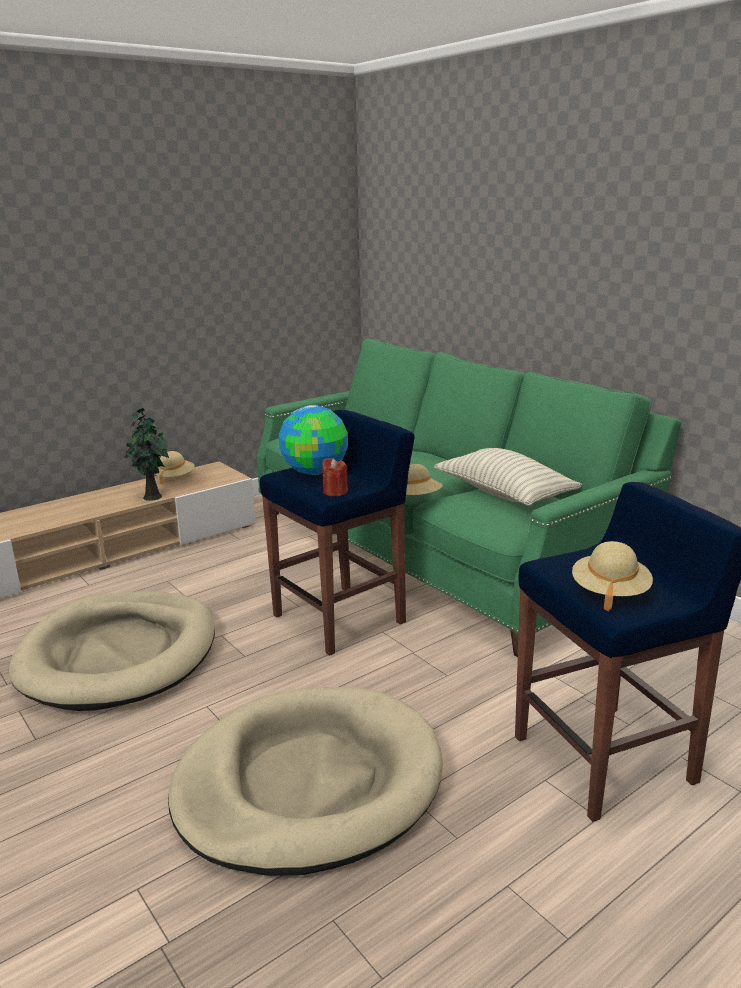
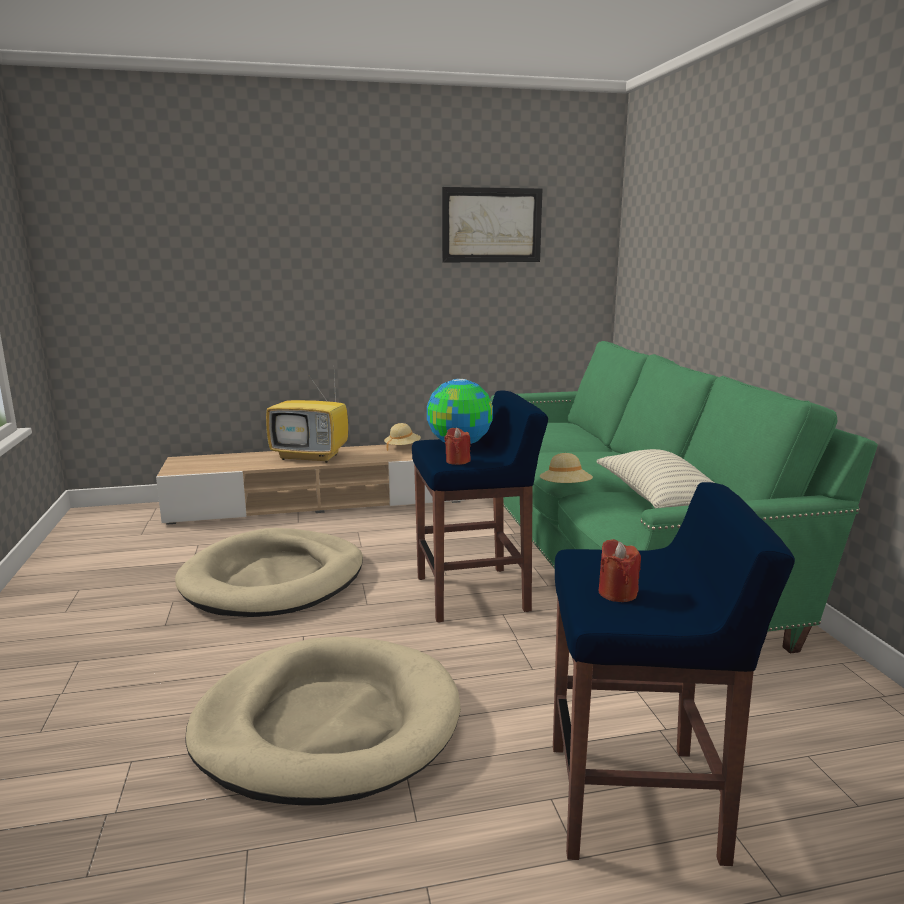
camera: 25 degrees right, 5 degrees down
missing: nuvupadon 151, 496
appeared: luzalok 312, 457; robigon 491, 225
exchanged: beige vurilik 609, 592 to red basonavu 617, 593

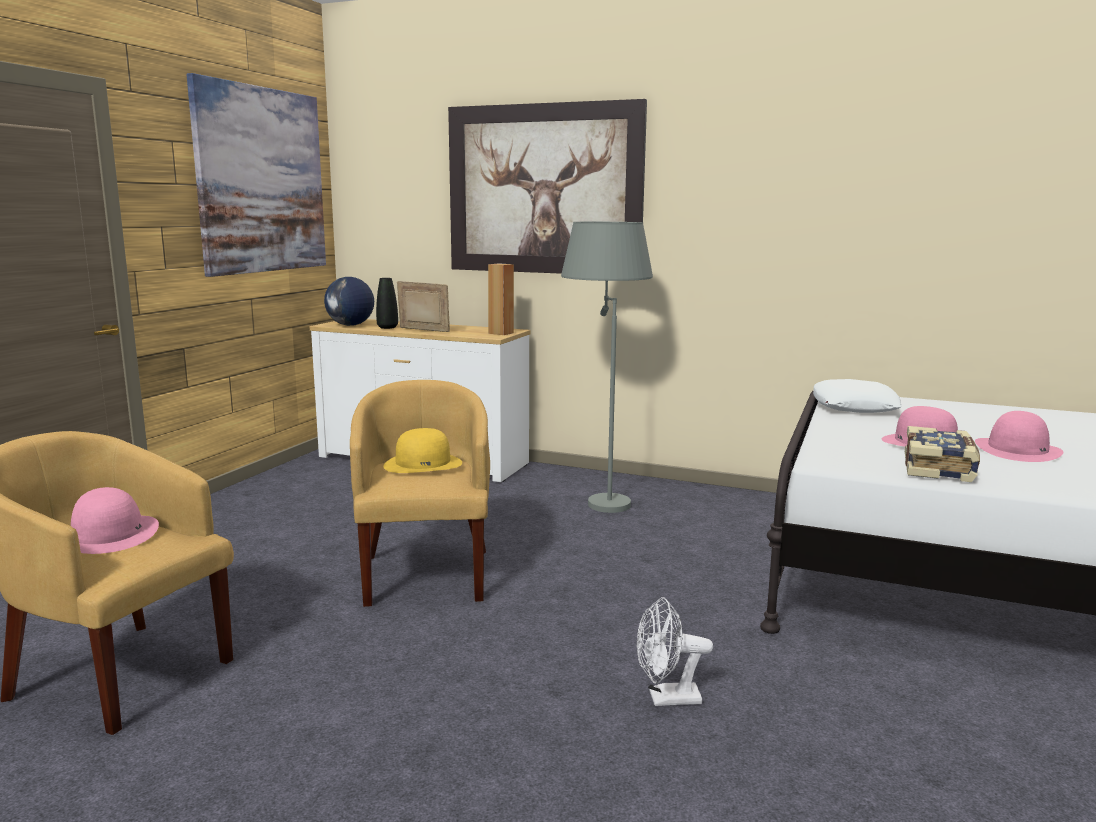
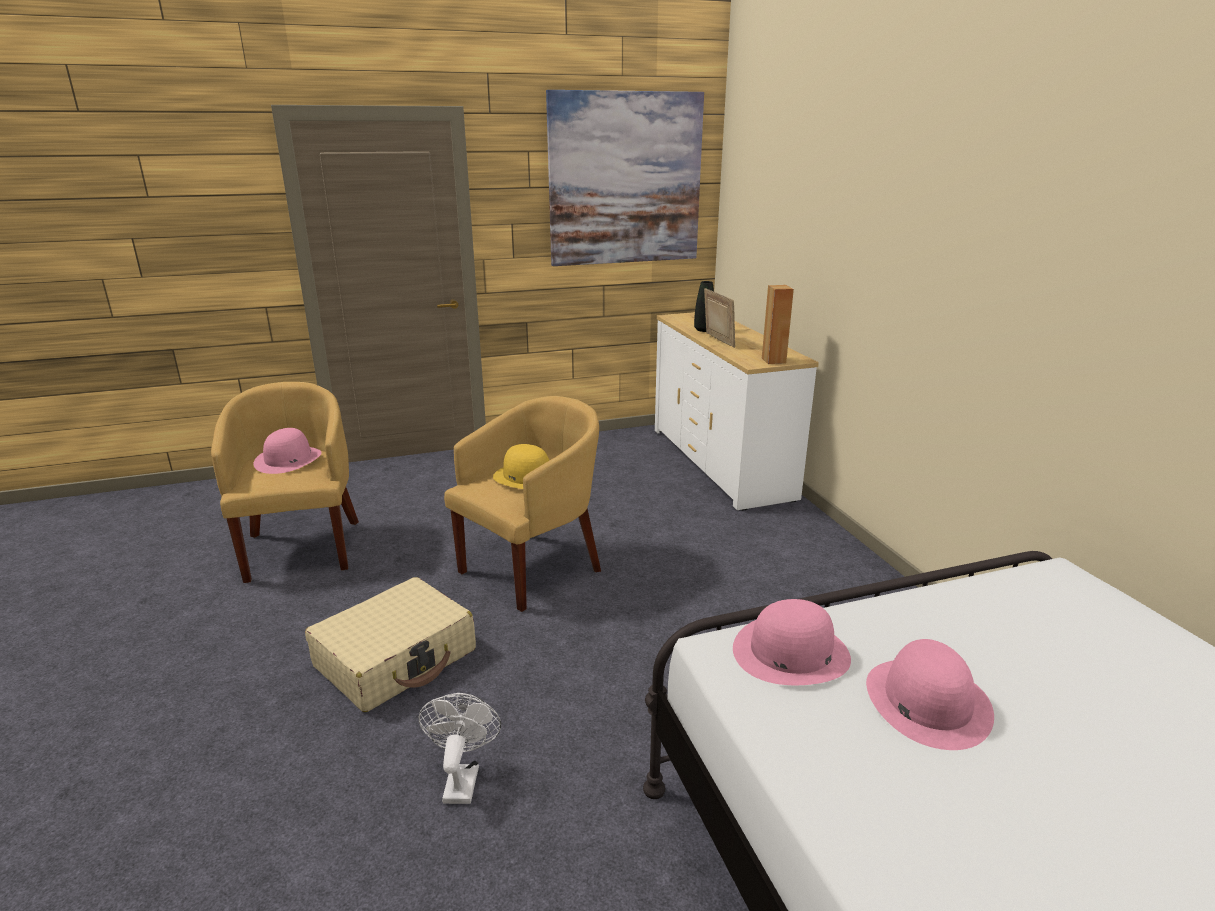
camera: 50 degrees right, 10 degrees up
missing: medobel 350, 325; robigon 544, 190; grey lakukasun 601, 497; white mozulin 854, 406; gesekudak 940, 469
appeared: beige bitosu 396, 658
relocated: pink vurilik 1017, 450 to 790, 652
spun: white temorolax 666, 699 = 462, 778 45 degrees clockwise

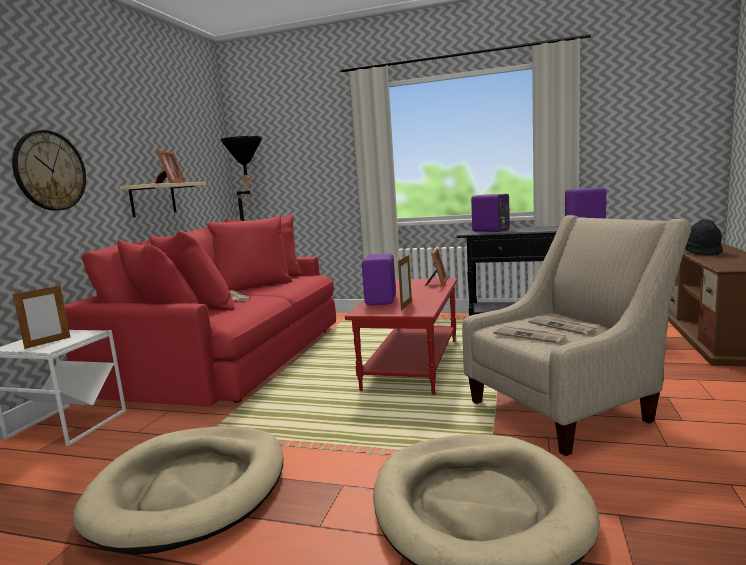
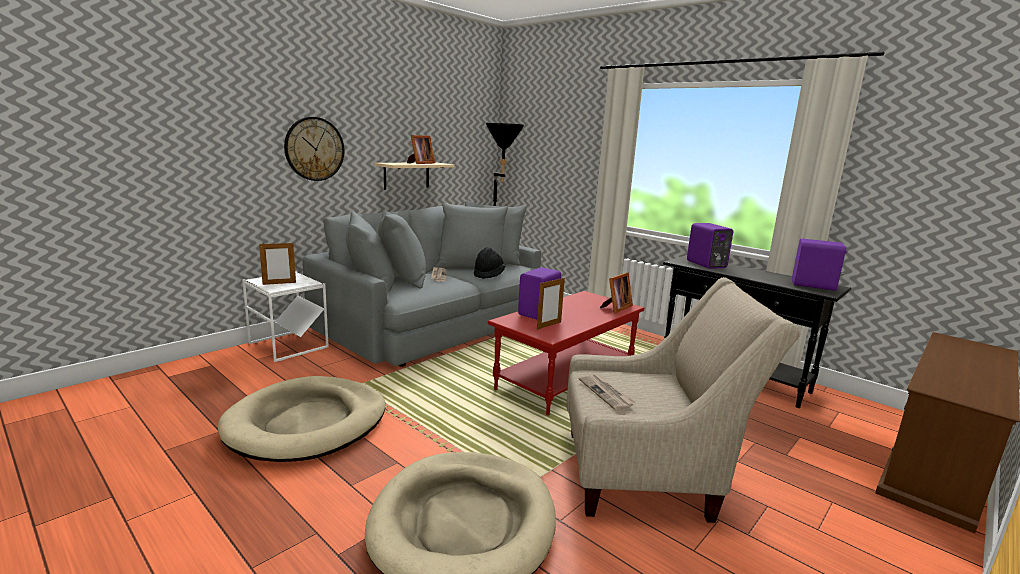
camera: 25 degrees right, 5 degrees up
missing: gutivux 563, 326
relocated: black vurilik 700, 252 to 489, 274
colour: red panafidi 230, 358 to grey panafidi 434, 324

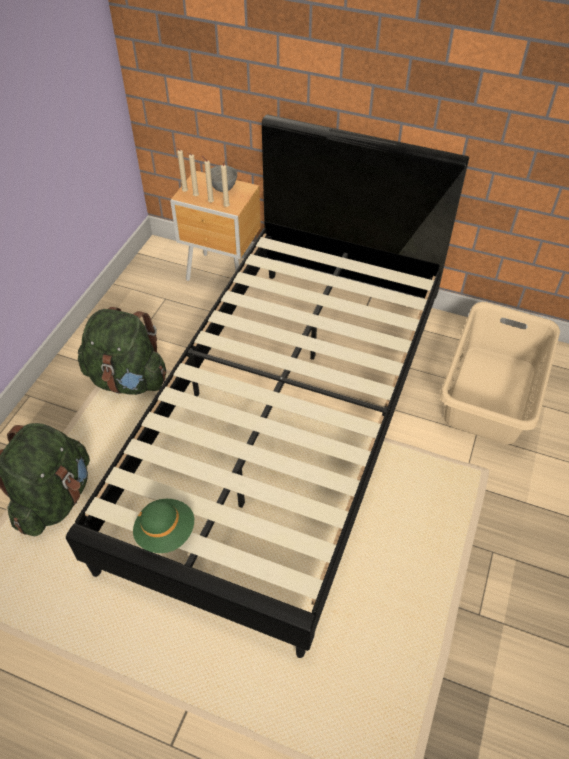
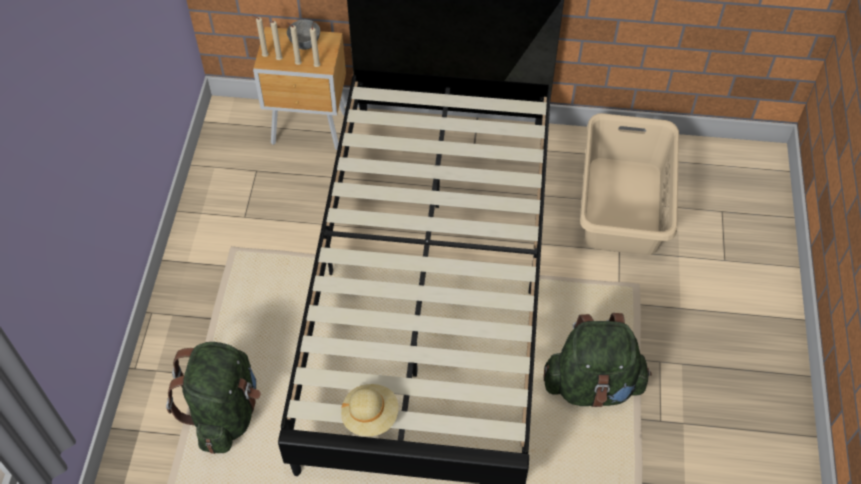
camera: 15 degrees left, 5 degrees up
relocated: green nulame 128, 379 to 592, 385
colour: green vurilik 166, 532 to beige vurilik 370, 416

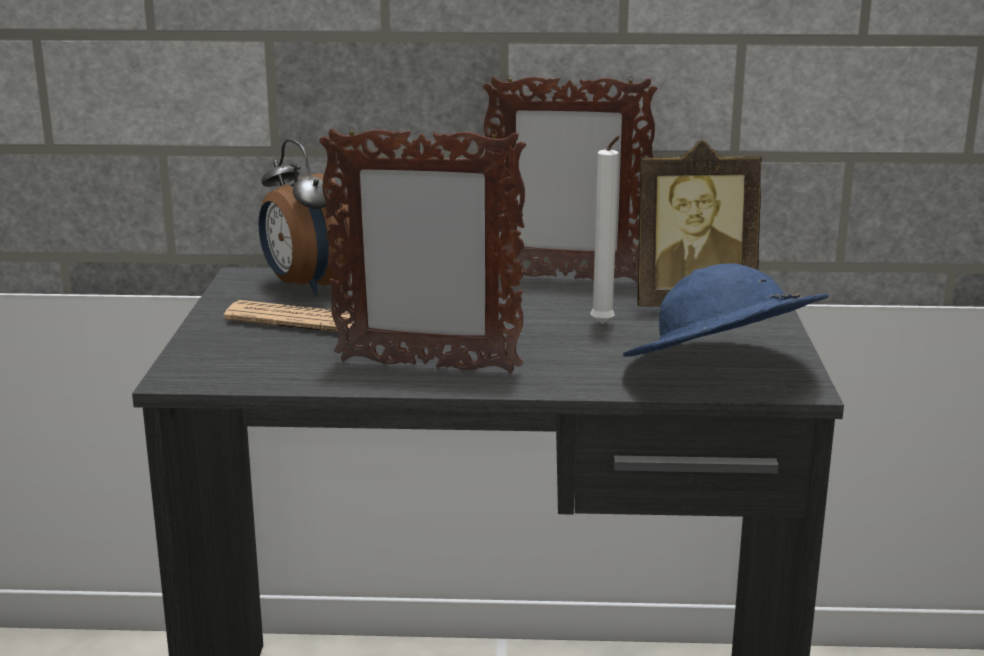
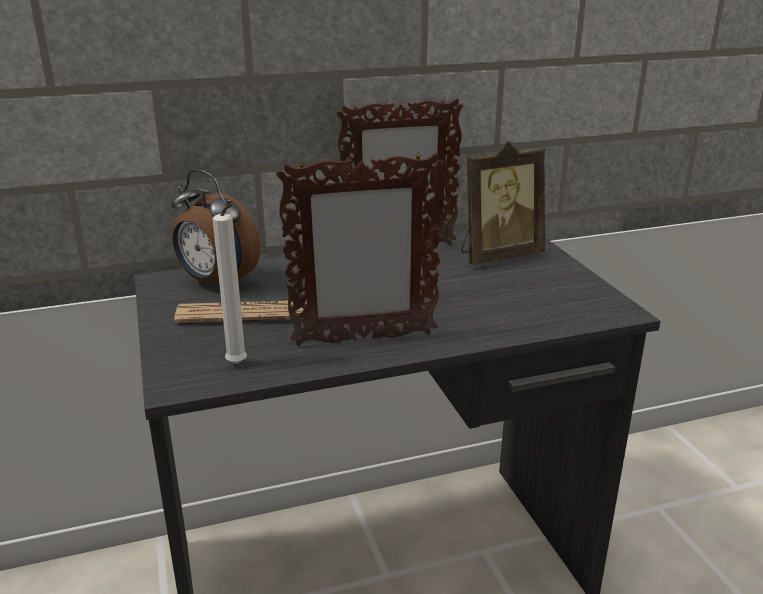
camera: 20 degrees left, 5 degrees up
missing: blue vurilik 720, 375
relocated: white basonavu 603, 325 to 238, 365

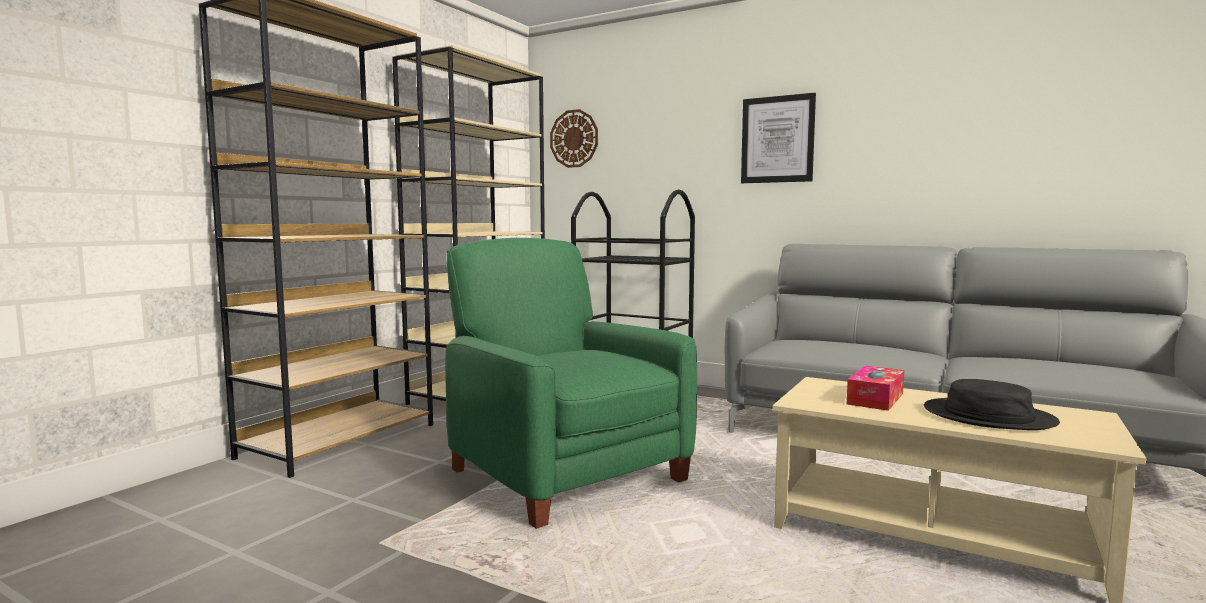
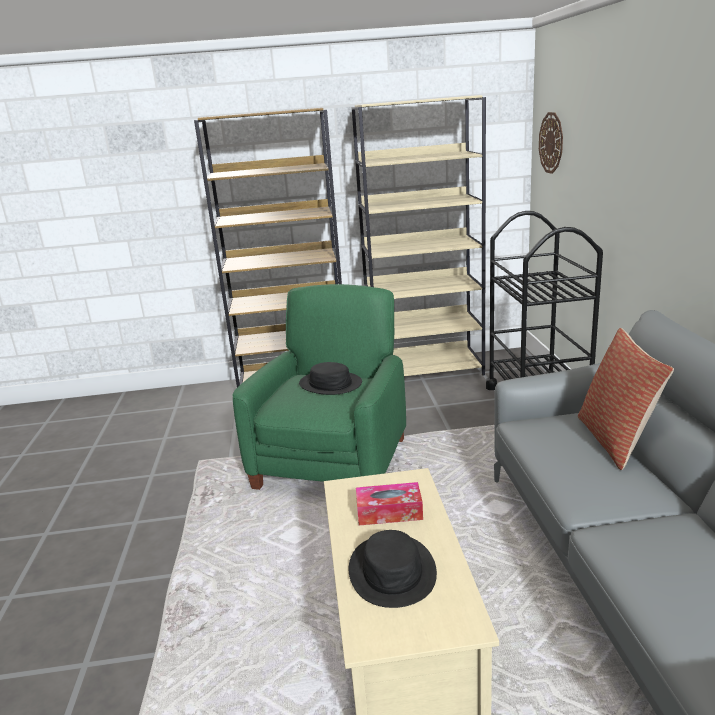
camera: 55 degrees right, 15 degrees up
missing: robigon 777, 139
appeared: black vurilik 330, 384; mozulin 616, 440

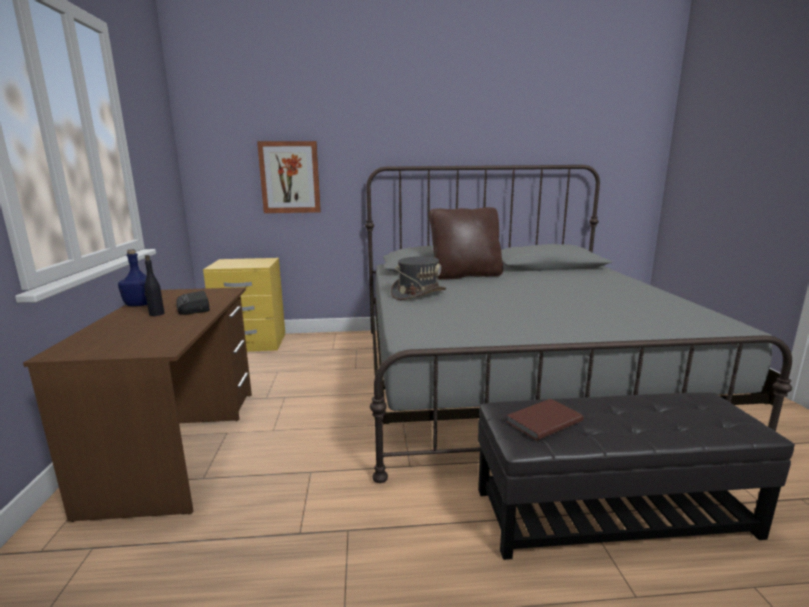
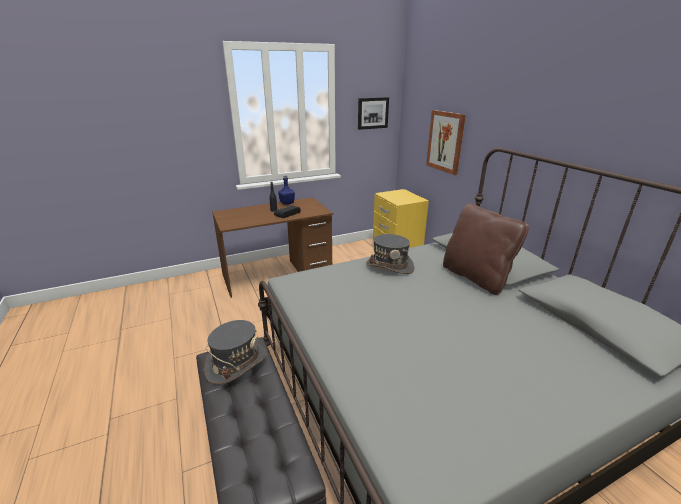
camera: 70 degrees right, 10 degrees up
appeared: robigon 372, 113
exchanged: brown gesekudak 542, 421 to grey vurilik 236, 363

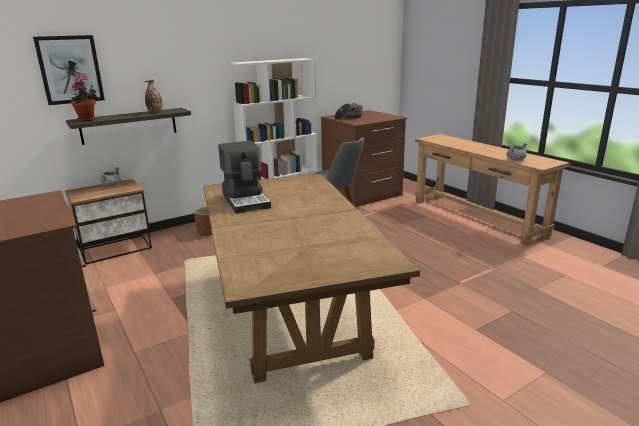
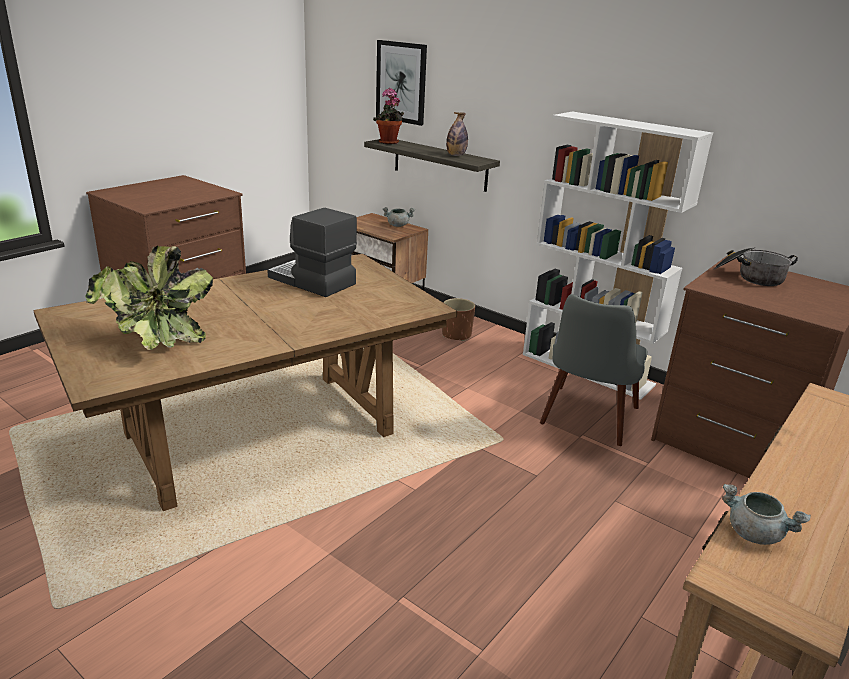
camera: 70 degrees right, 5 degrees up
appeared: nuvupadon 153, 341
spun: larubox 246, 200 = 312, 281 75 degrees clockwise

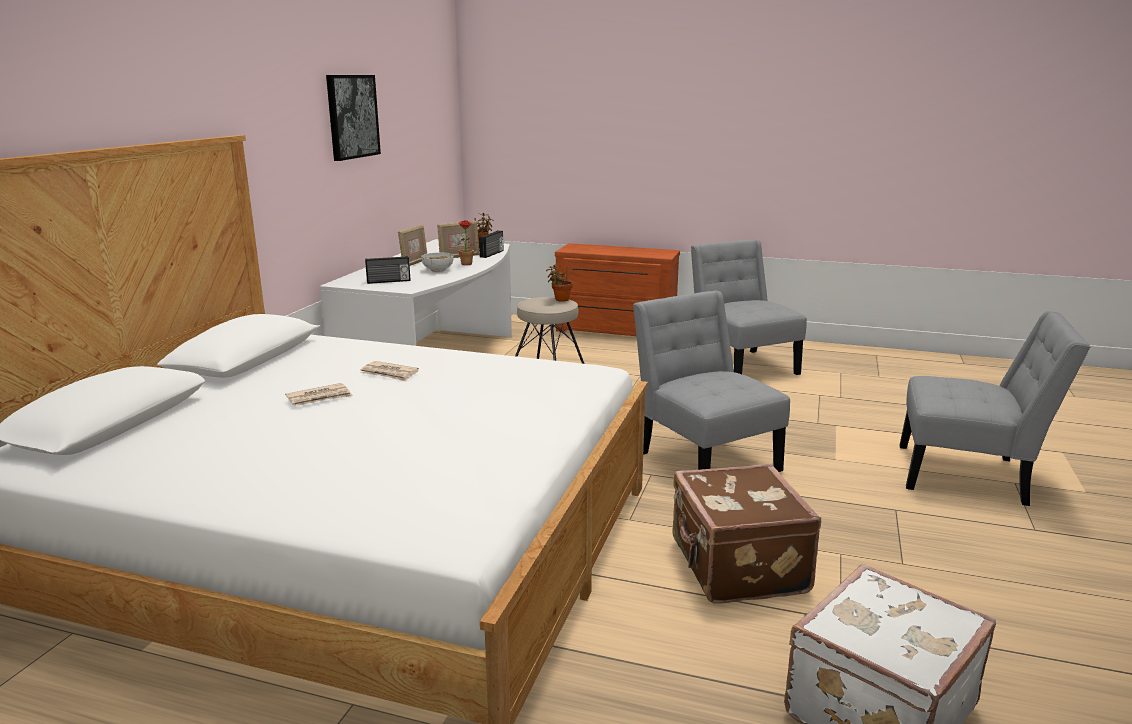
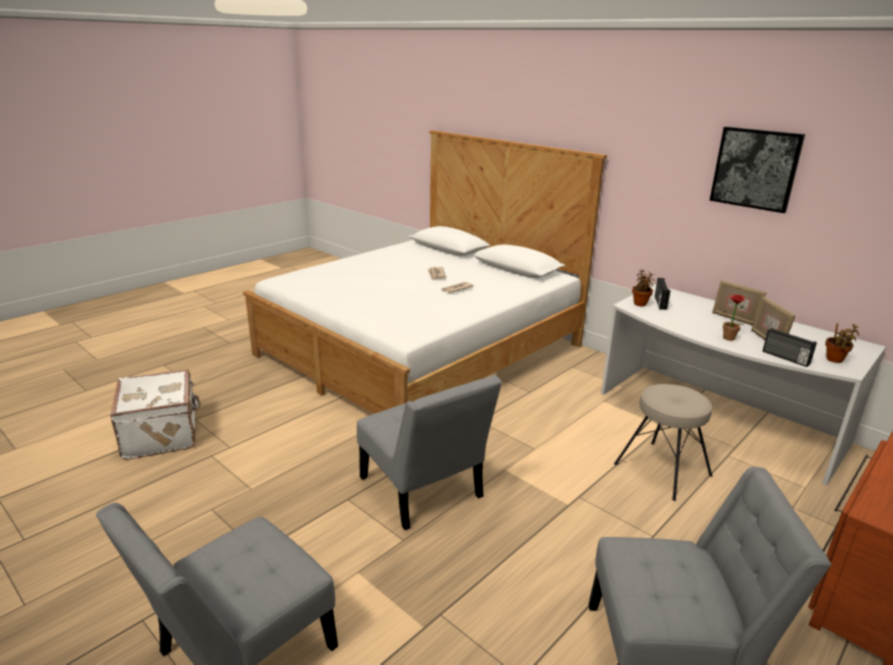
camera: 115 degrees right, 5 degrees up
missing: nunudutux 438, 270; brown bitosu 736, 567
relocated: nuvupadon 560, 299 to 640, 303
spun: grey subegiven 704, 458 = 424, 492 60 degrees clockwise

